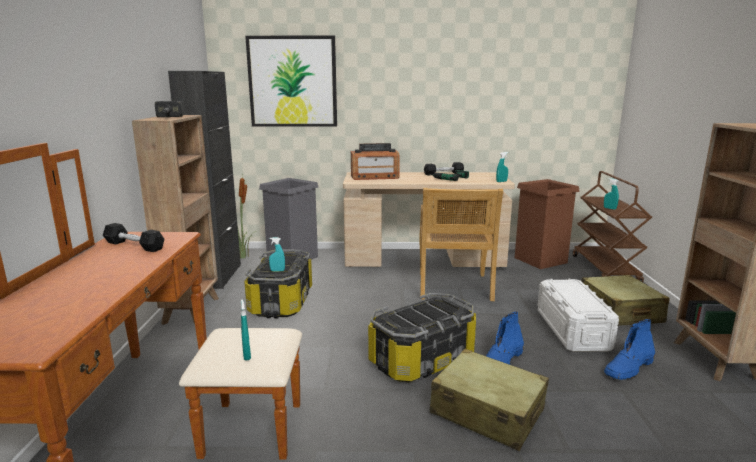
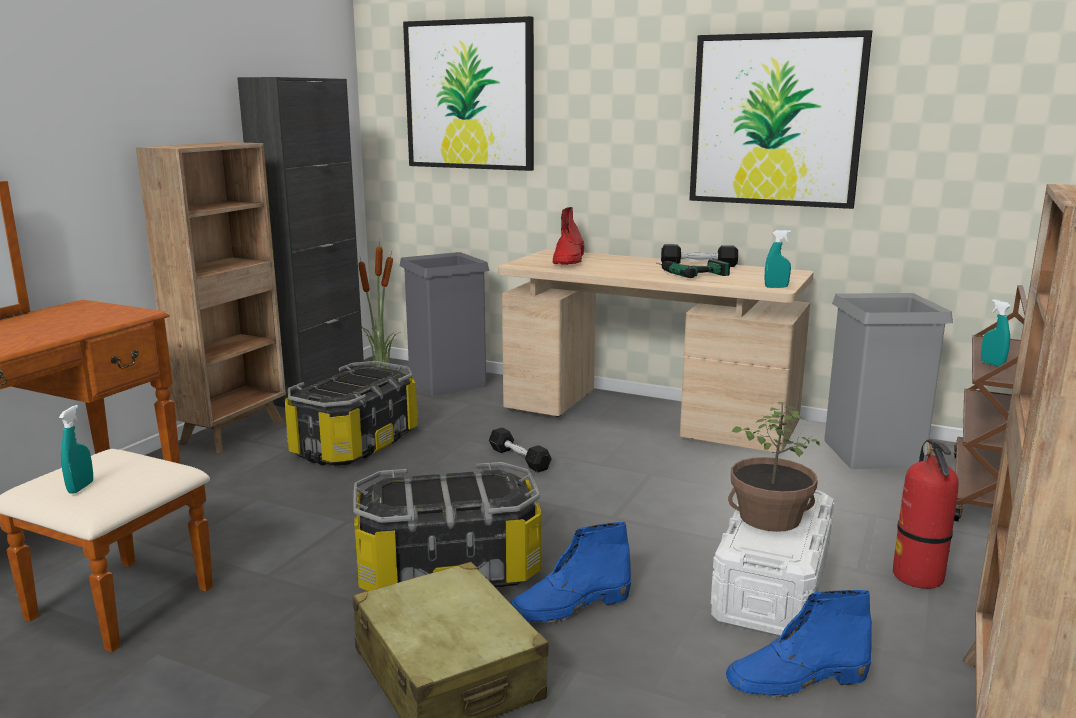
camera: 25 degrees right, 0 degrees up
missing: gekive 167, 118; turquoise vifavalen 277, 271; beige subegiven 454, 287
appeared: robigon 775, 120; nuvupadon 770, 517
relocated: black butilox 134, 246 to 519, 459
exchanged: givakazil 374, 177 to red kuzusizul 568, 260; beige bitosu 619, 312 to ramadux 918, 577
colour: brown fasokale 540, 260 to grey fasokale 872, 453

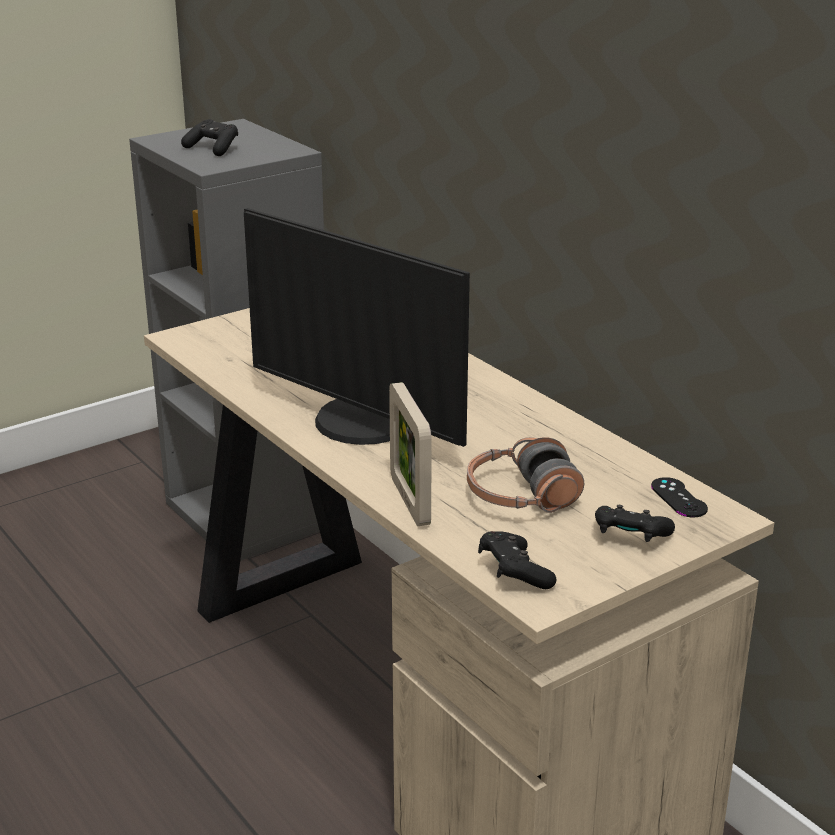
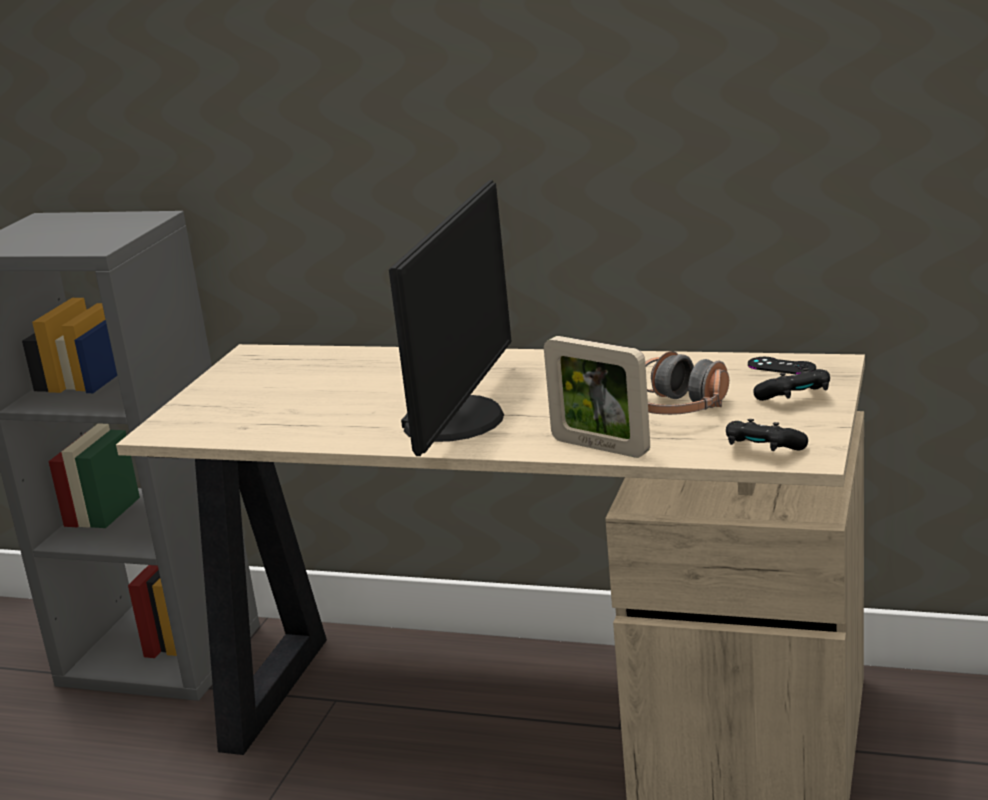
camera: 35 degrees left, 5 degrees down
missing: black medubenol 213, 149
spun: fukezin 361, 423 = 458, 420 75 degrees counterclockwise

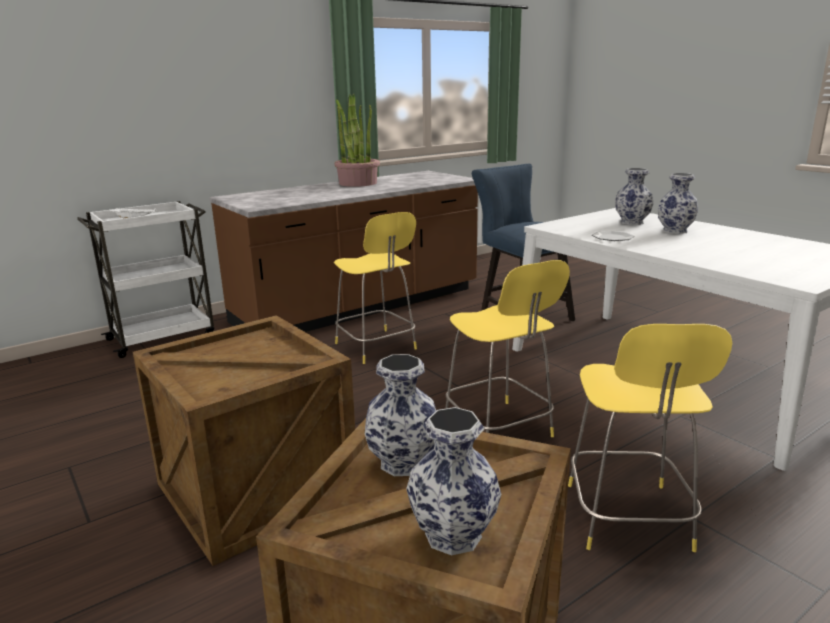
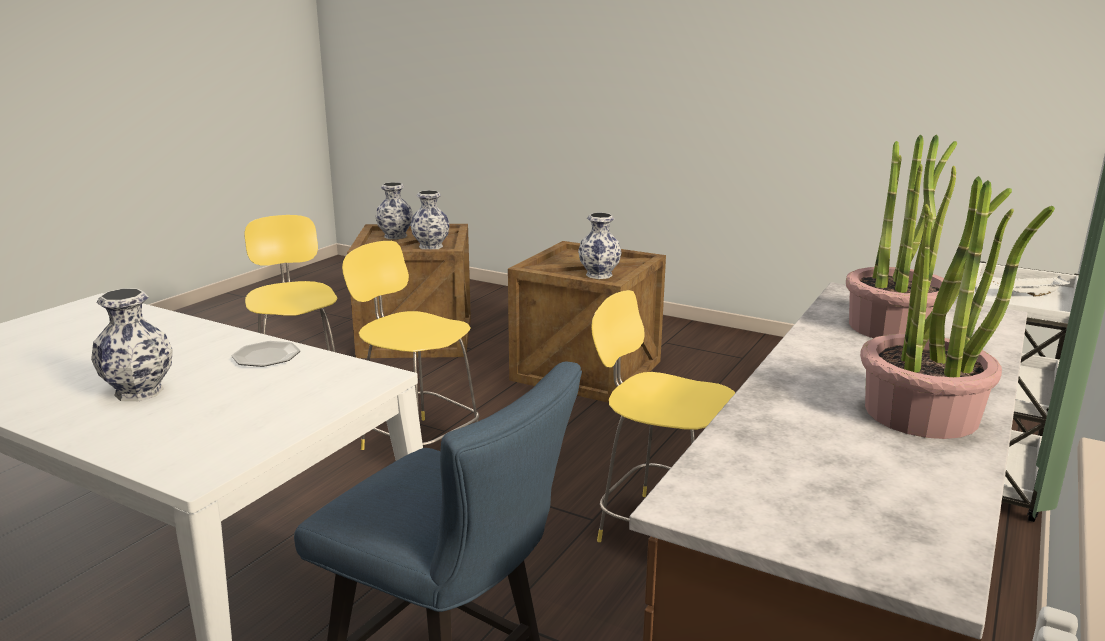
camera: 155 degrees right, 0 degrees up
appeared: nuvupadon 893, 327
relocated: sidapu 631, 222 to 600, 275

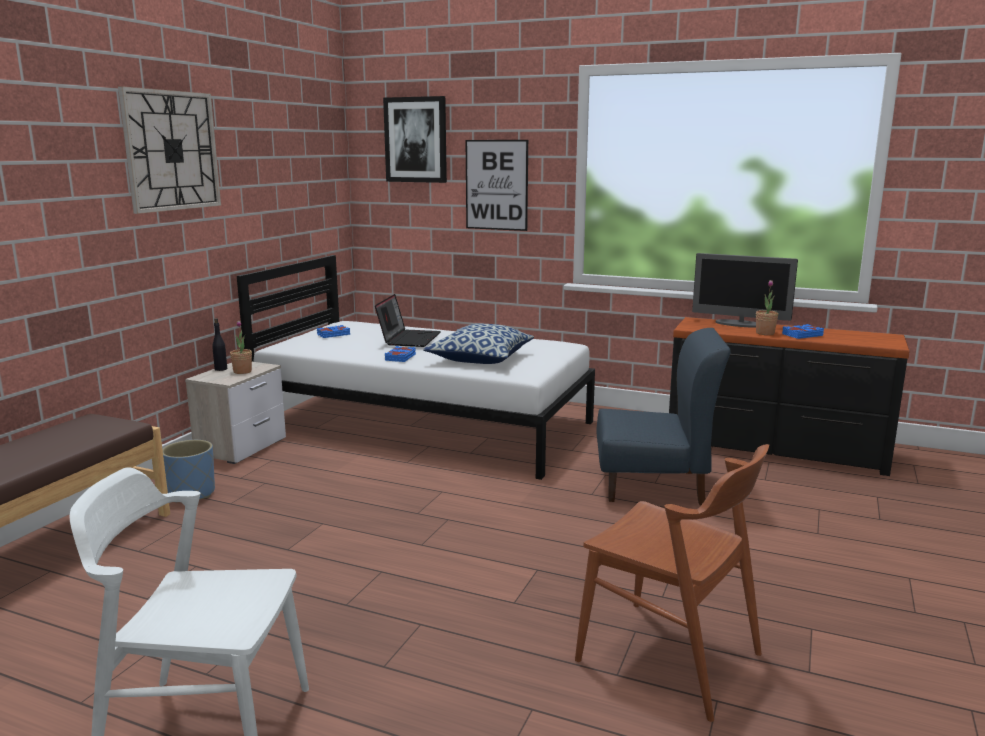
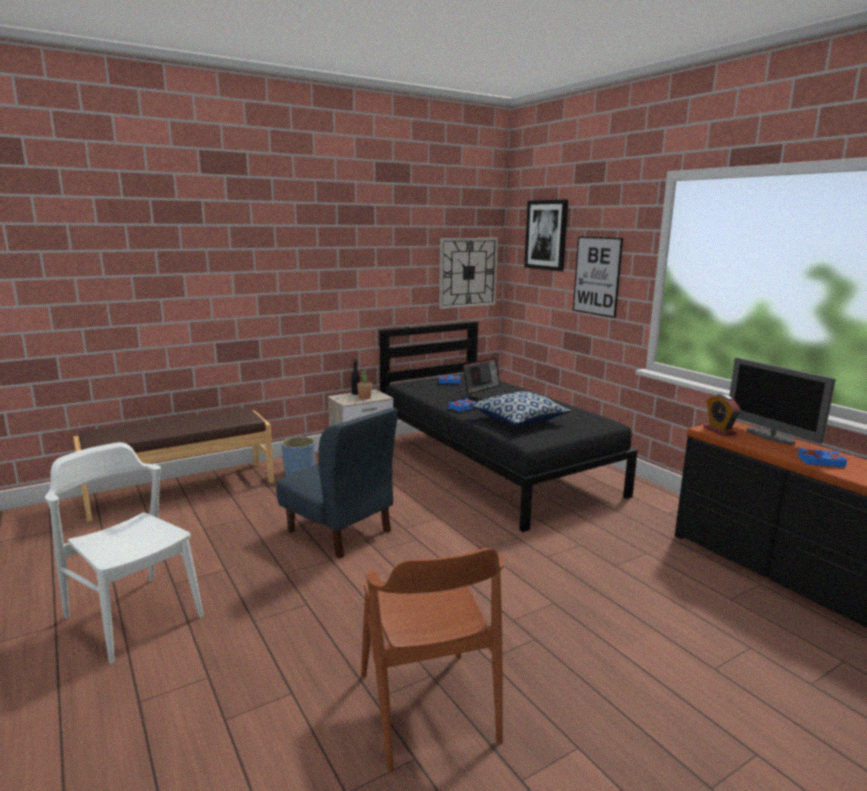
camera: 35 degrees right, 0 degrees up
missing: nuvupadon 765, 333
appeared: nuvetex 719, 431
relocated: blue subegiven 653, 486 to 339, 531; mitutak 171, 151 to 468, 272
colour: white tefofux 424, 425 to black tefofux 493, 465

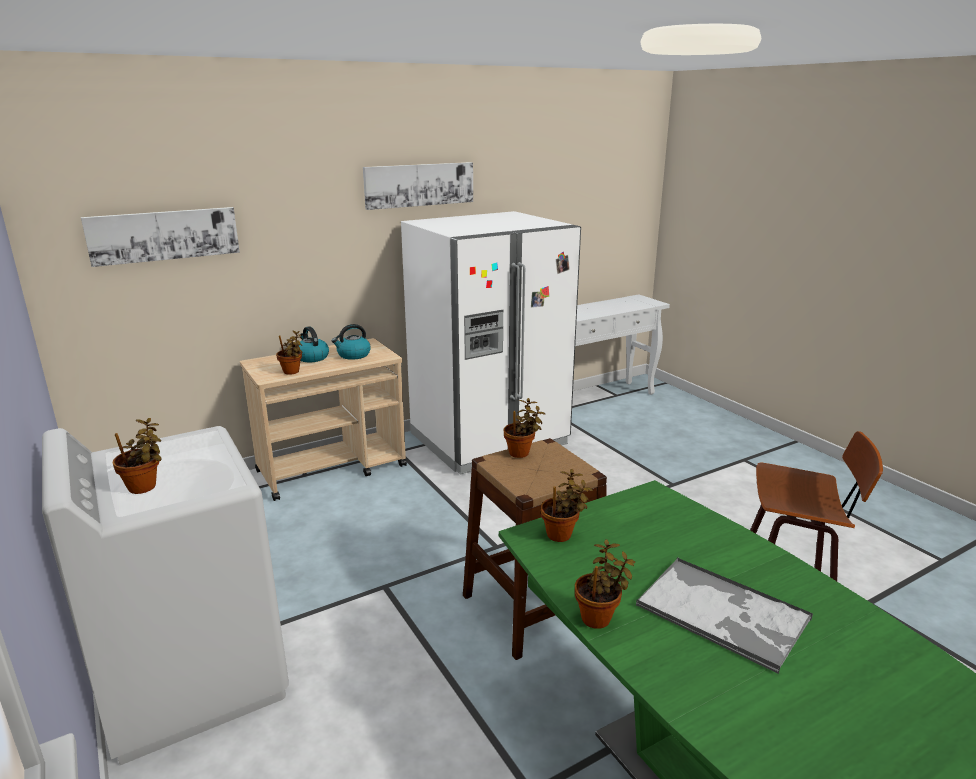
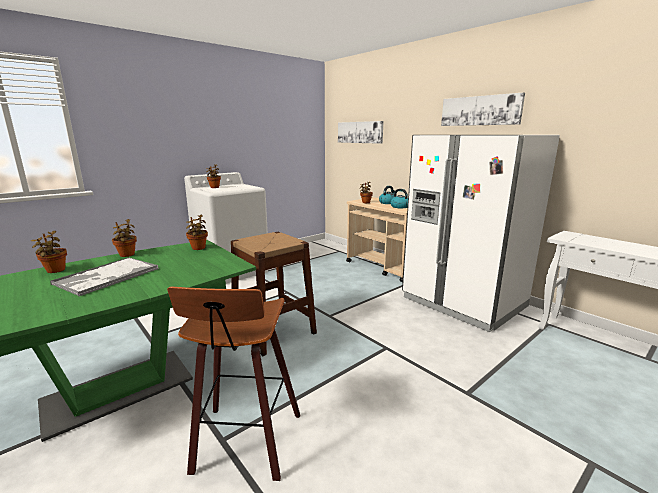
camera: 80 degrees right, 5 degrees down
relocated: nuvupadon 521, 453 to 55, 271

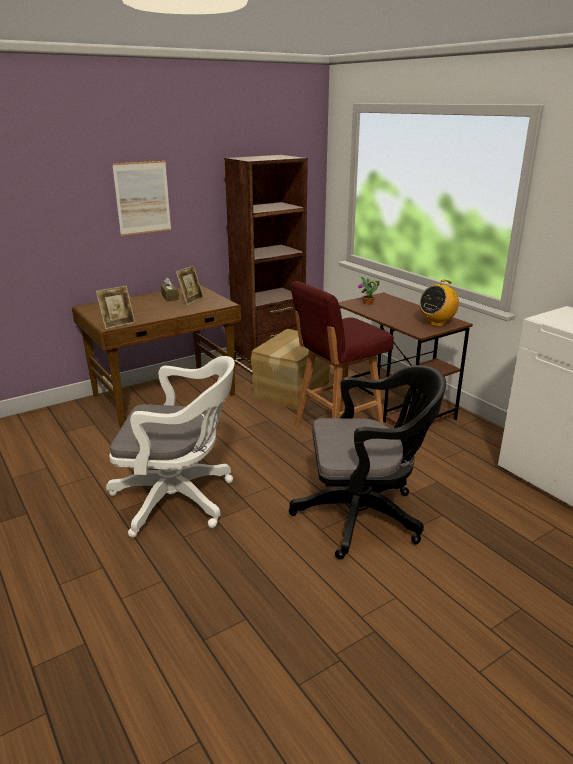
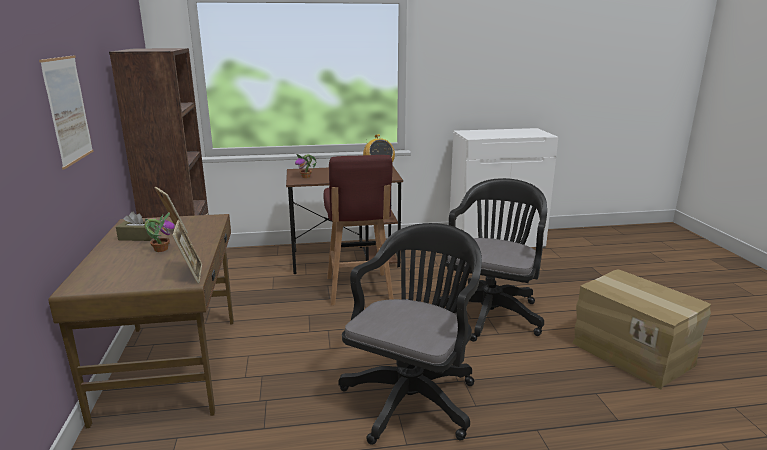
camera: 65 degrees left, 5 degrees down
appeared: nuvupadon 161, 249
relocated: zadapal 293, 389 to 633, 353
colour: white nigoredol 180, 500 to black nigoredol 413, 396

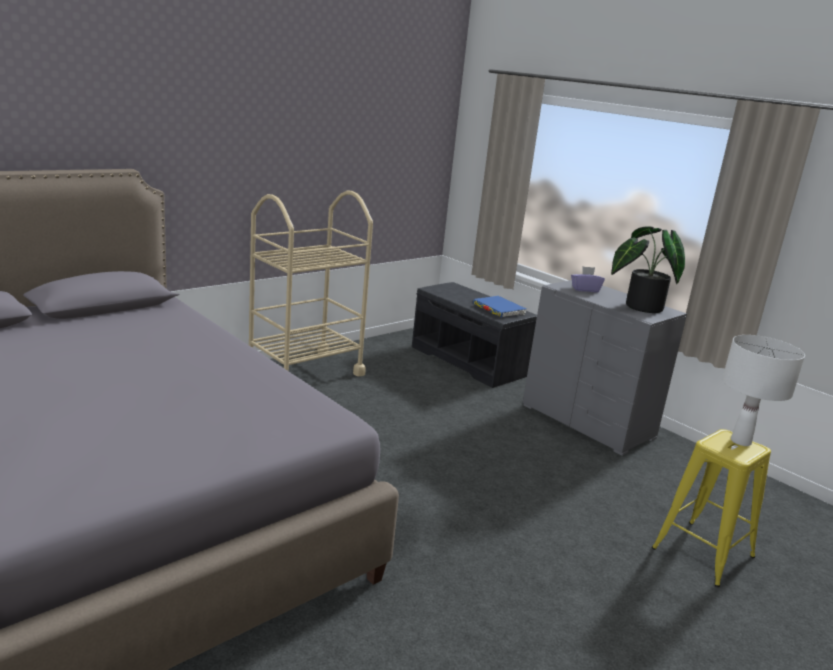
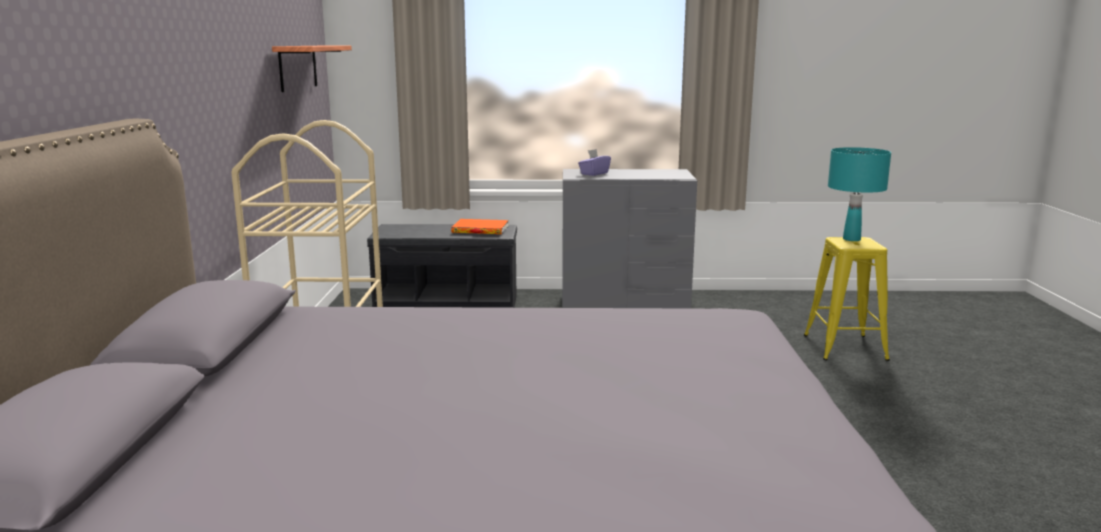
camera: 45 degrees left, 5 degrees down
missing: nuvupadon 639, 307
appeared: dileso 298, 67
colour: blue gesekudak 499, 309 to orange gesekudak 480, 230; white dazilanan 741, 441 to turquoise dazilanan 852, 239

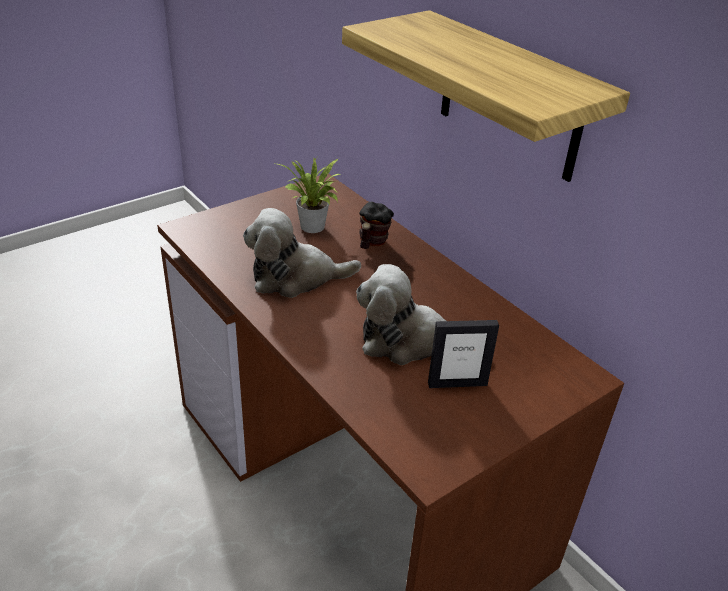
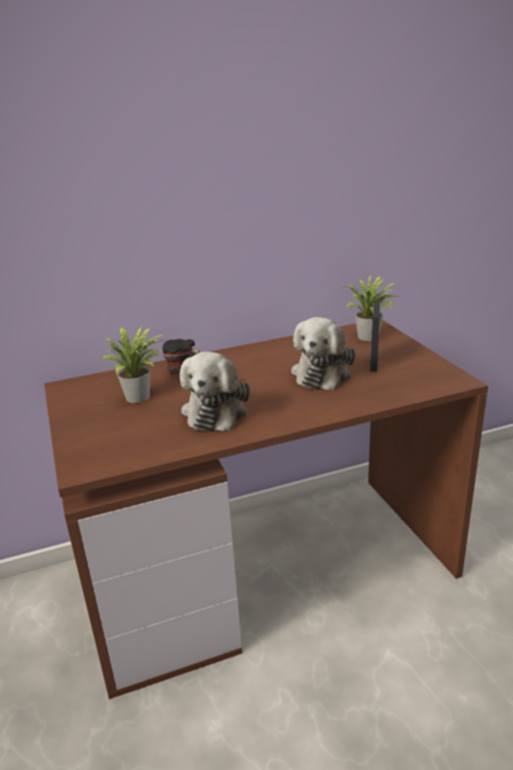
camera: 70 degrees left, 10 degrees down
missing: dileso 510, 97
appeared: nuvupadon 369, 338

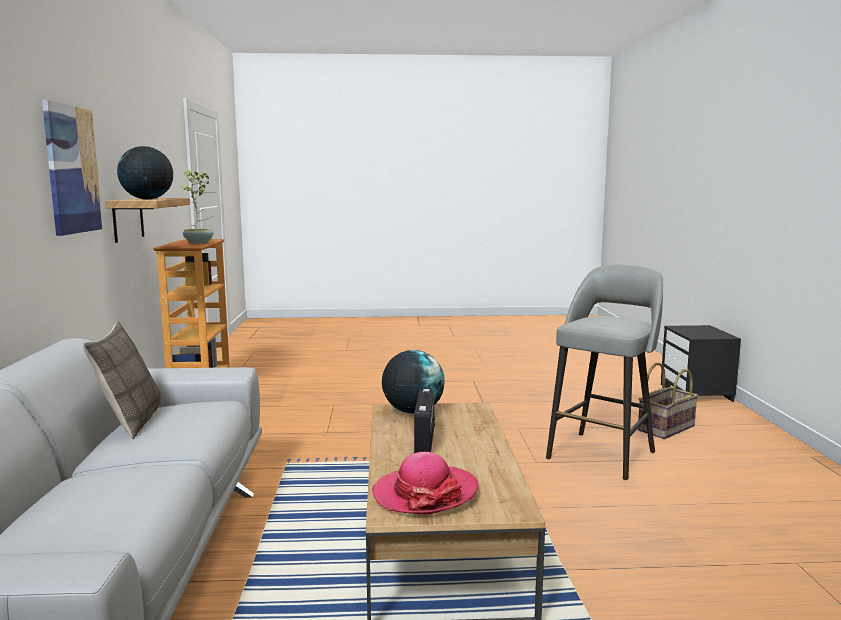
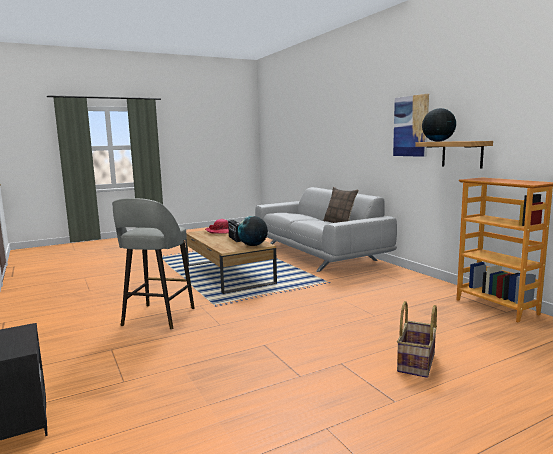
camera: 155 degrees right, 0 degrees up
missing: nuvupadon 199, 243
relocated: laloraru 665, 428 to 417, 362

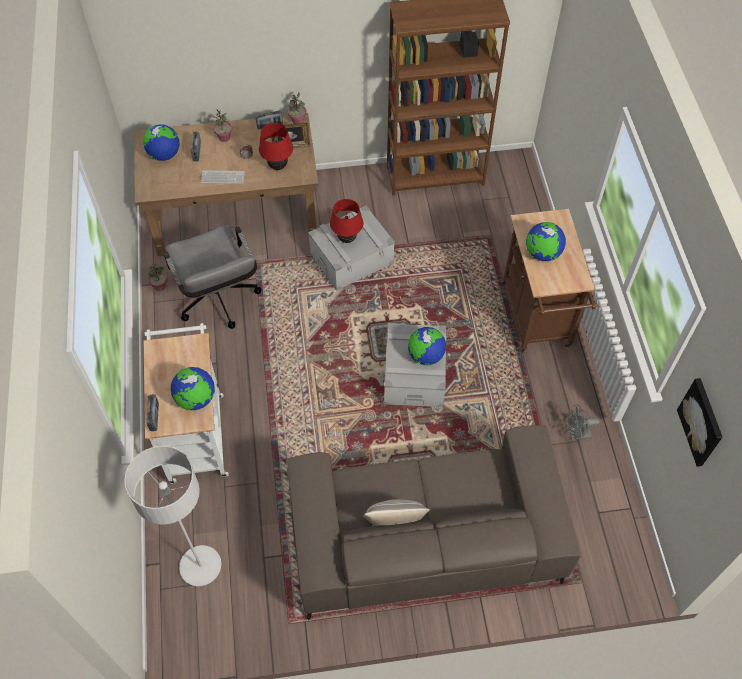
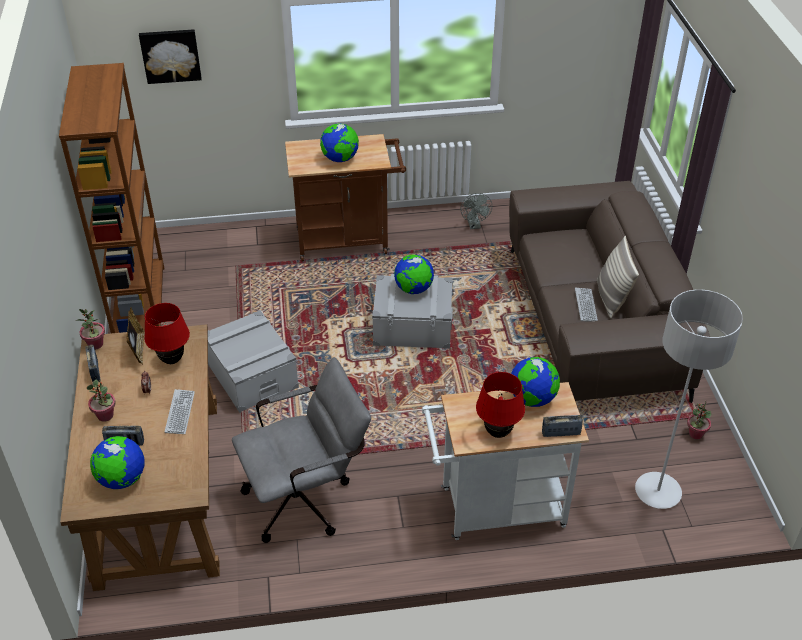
camera: 90 degrees left, 15 degrees down
appeared: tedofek 586, 305
relocated: robigon 702, 422 to 170, 55; red dazilanan 347, 239 to 498, 432; nuvupadon 160, 286 to 695, 434

